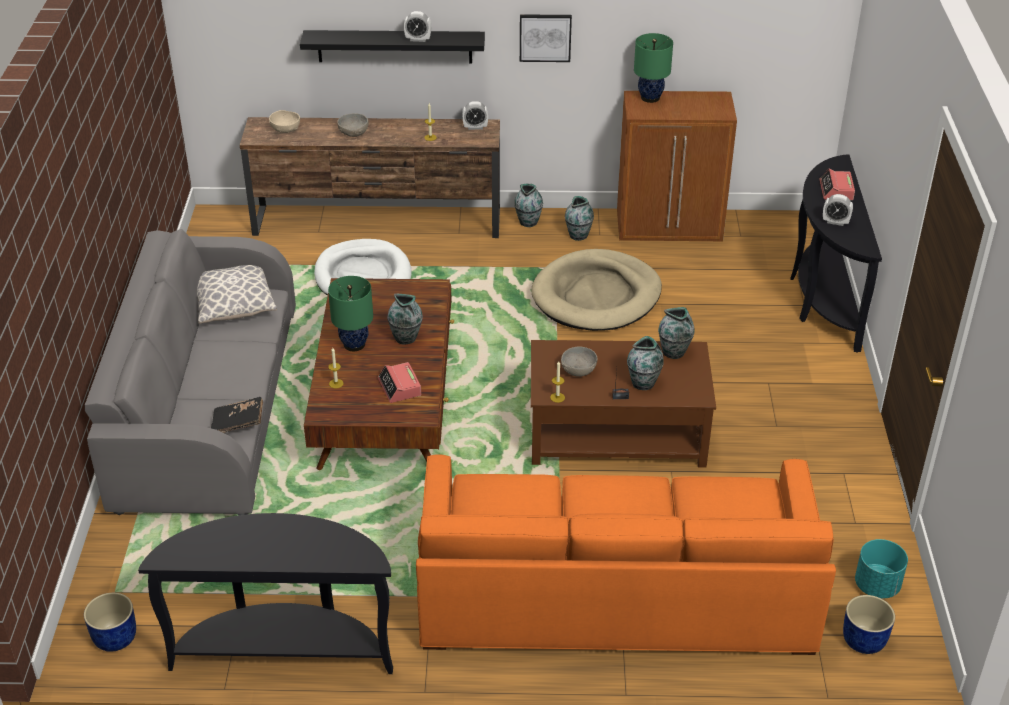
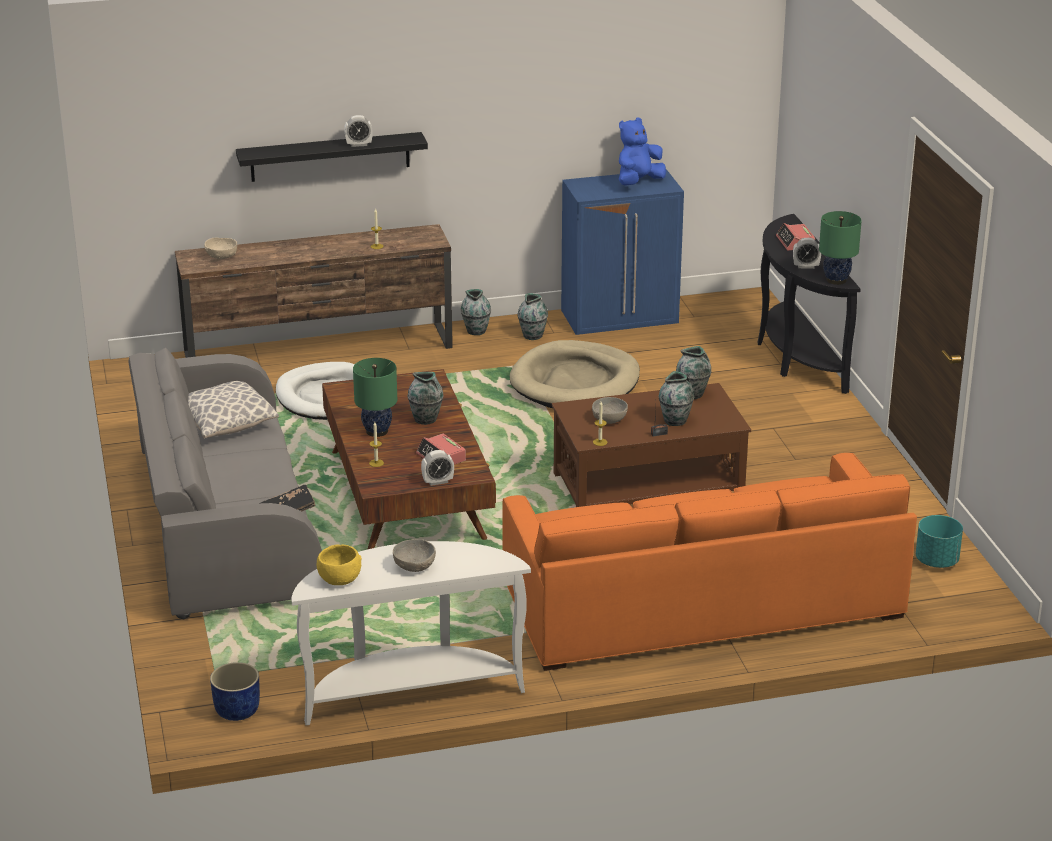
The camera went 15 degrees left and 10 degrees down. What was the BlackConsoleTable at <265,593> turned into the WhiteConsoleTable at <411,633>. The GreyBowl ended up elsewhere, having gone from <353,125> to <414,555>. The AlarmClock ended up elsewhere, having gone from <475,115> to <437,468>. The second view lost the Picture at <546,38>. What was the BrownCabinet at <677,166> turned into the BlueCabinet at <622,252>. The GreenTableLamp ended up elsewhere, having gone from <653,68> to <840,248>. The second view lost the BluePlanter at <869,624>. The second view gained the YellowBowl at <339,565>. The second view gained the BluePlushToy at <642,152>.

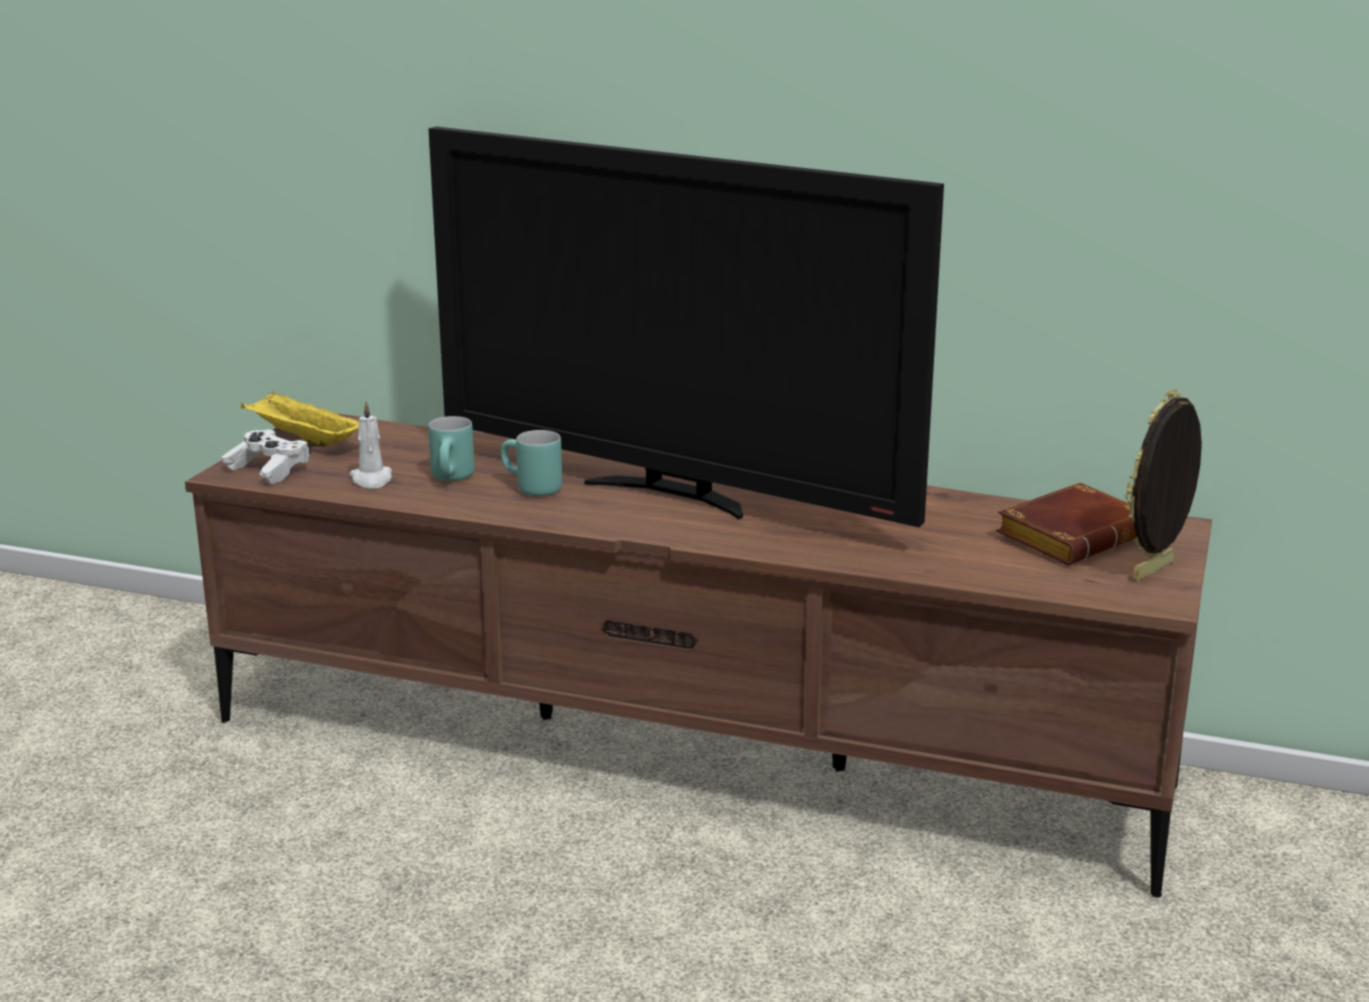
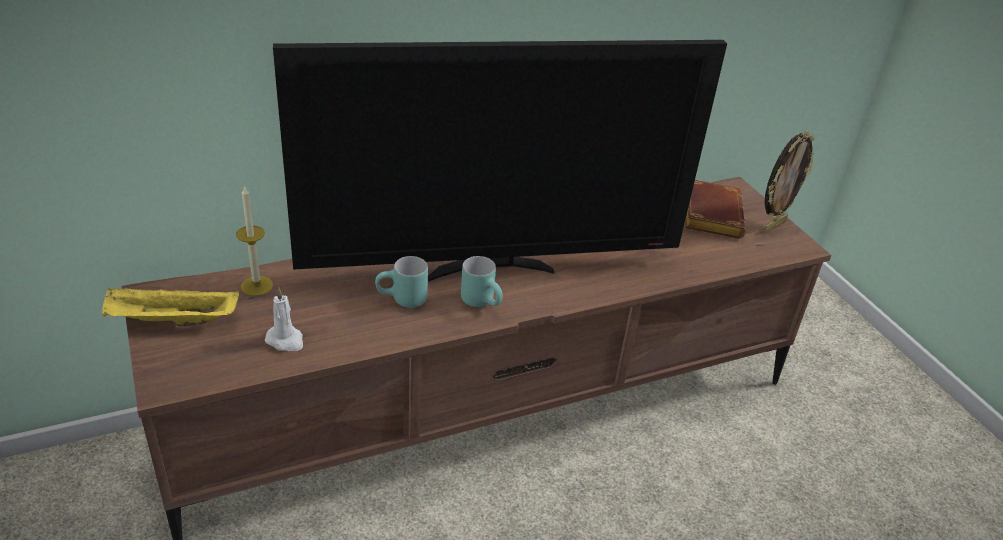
The camera went 45 degrees left and 15 degrees up. The second view lost the WhiteGameController at <266,456>. The TurquoiseMug ended up elsewhere, having gone from <451,448> to <482,281>. The PictureFrame at <1163,485> ended up facing another way, 135 degrees counterclockwise from before. The second view gained the Candle at <254,240>.

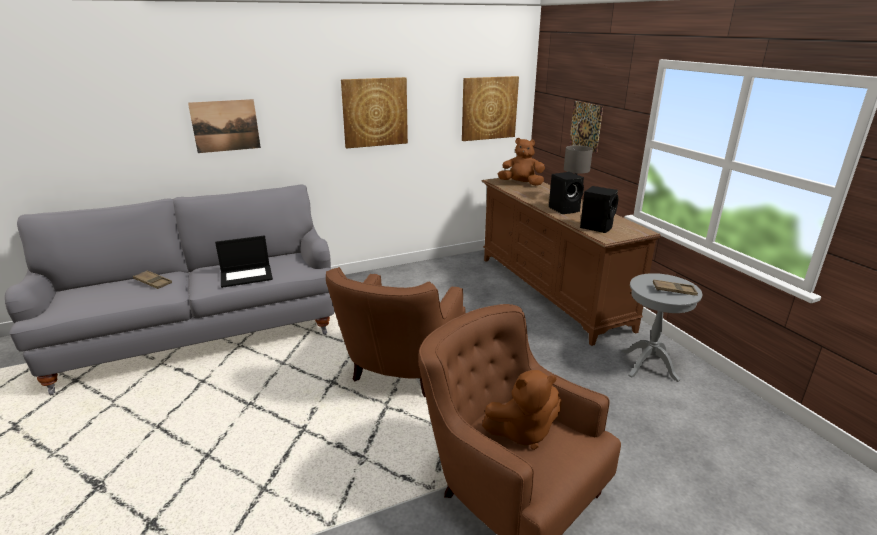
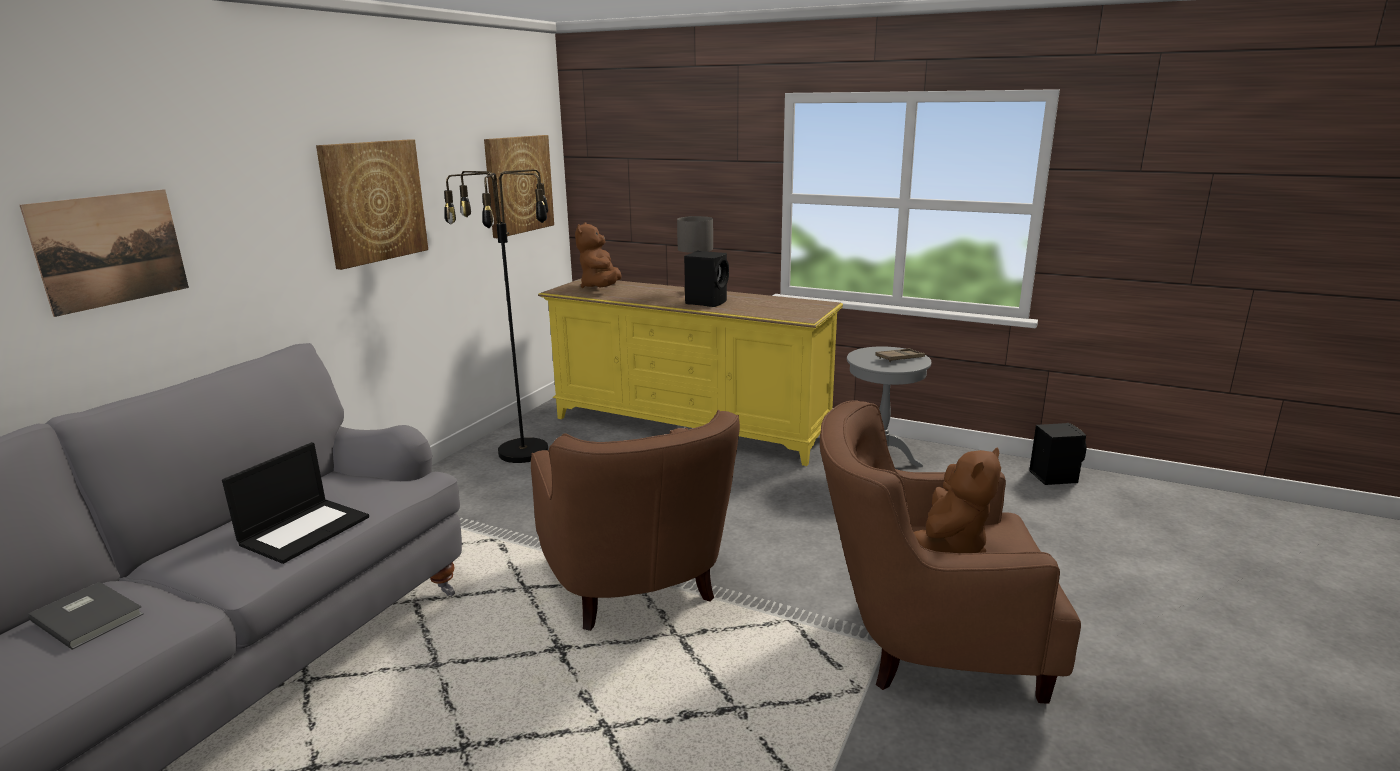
The camera went 40 degrees left and 5 degrees down. Where the BrownTray stood at <152,279>, the GreyBook came to stand at <86,616>. What was the BrownCabinet at <571,262> turned into the YellowCabinet at <690,372>. The BrownPlushToy at <521,162> ended up facing another way, 60 degrees counterclockwise from before. The second view lost the Picture at <586,127>. The BlackSpeaker ended up elsewhere, having gone from <599,209> to <1058,454>. The second view gained the FloorLamp at <496,316>.

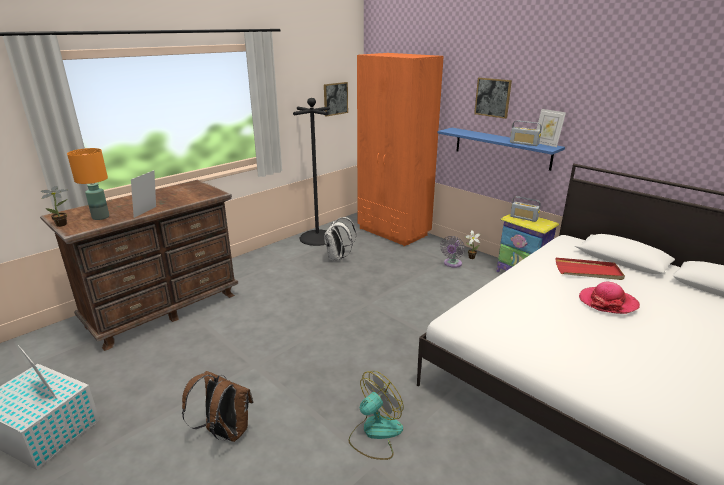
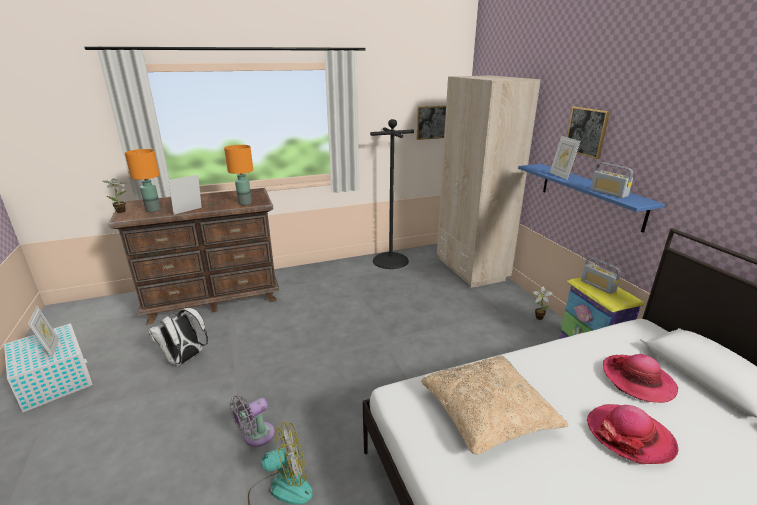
The camera went 25 degrees right and 0 degrees up. The second view lost the BrownBackpack at <217,406>. The WhiteBackpack ended up elsewhere, having gone from <340,239> to <178,337>. What was the OrangeWardrobe at <400,149> turned into the BeigeWardrobe at <489,182>. The GreyFan ended up elsewhere, having gone from <452,252> to <252,421>. The PictureFrame ended up elsewhere, having gone from <551,128> to <565,158>. Where the RedTray stood at <590,269>, the Hat came to stand at <640,378>. The second view gained the OrangeTableLamp at <238,175>. The second view gained the BeigePillow at <495,405>.

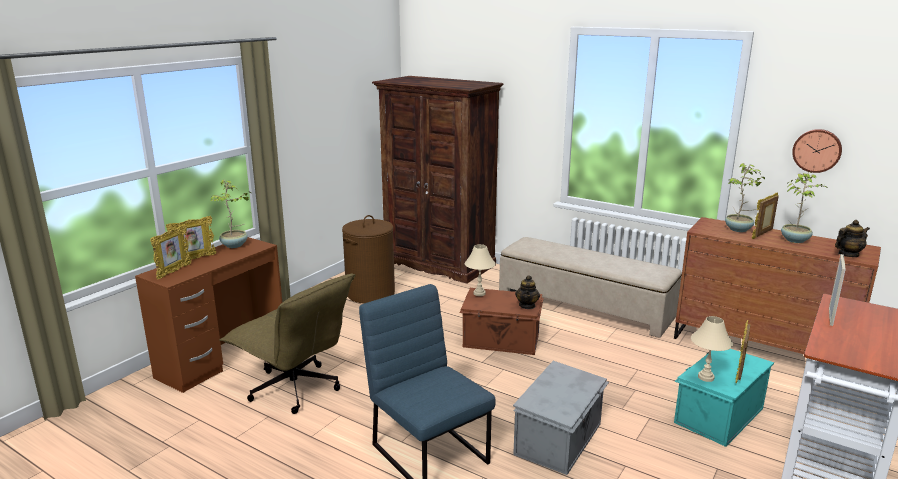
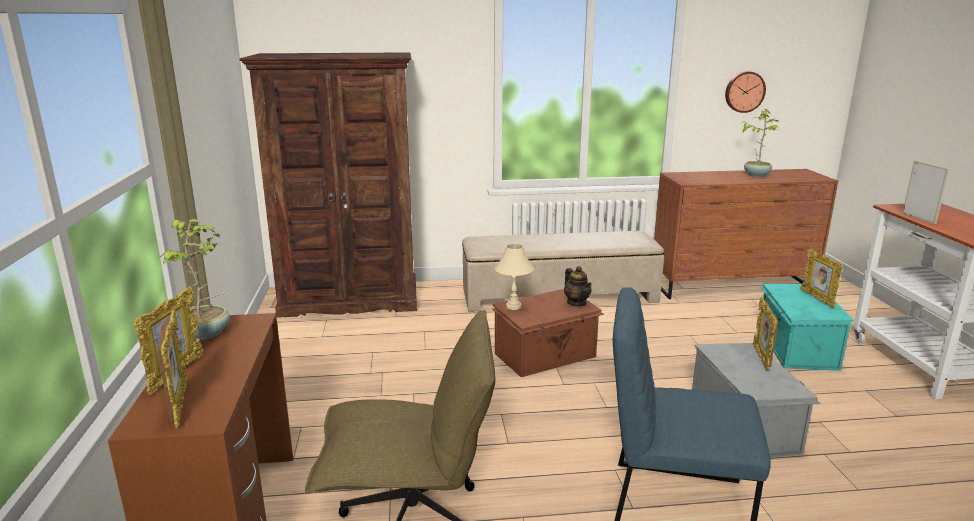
The camera went 40 degrees left and 0 degrees up. The second view lost the BrownLaundryBasket at <368,259>. The second view lost the BeigeTableLamp at <712,349>. The second view lost the PottedPlant at <745,197>. The PictureFrame ended up elsewhere, having gone from <765,216> to <766,334>. The second view lost the Teapot at <852,238>.

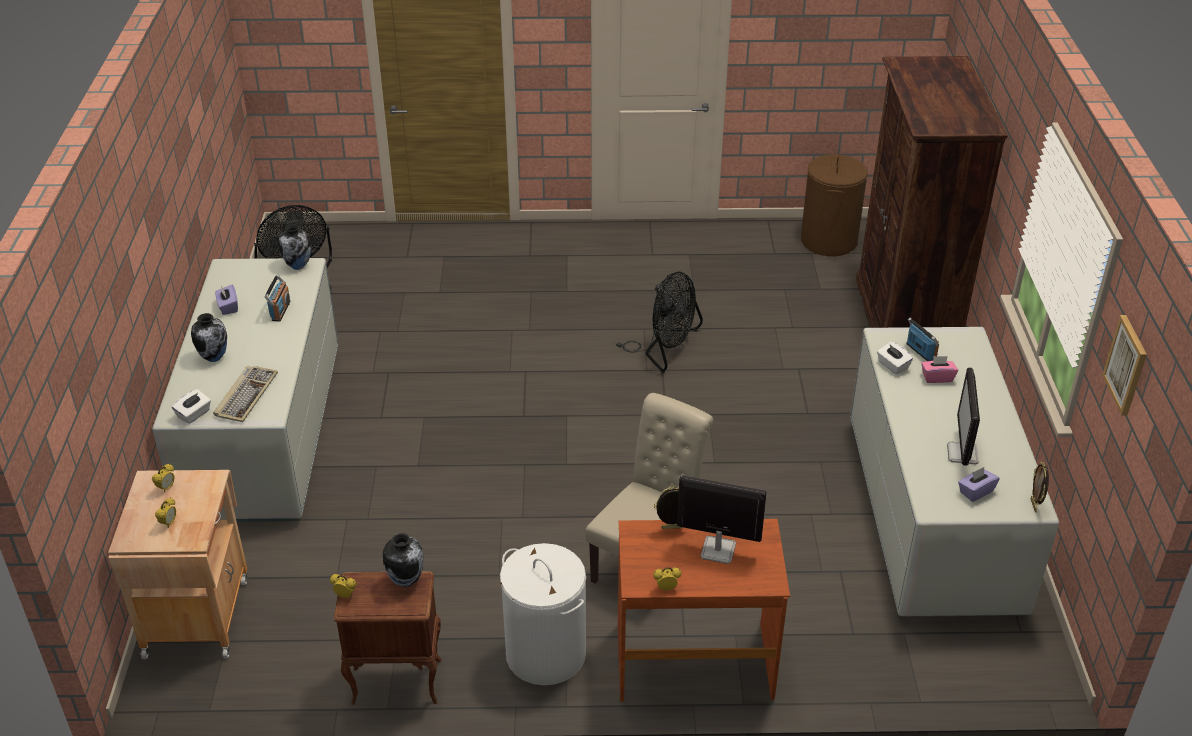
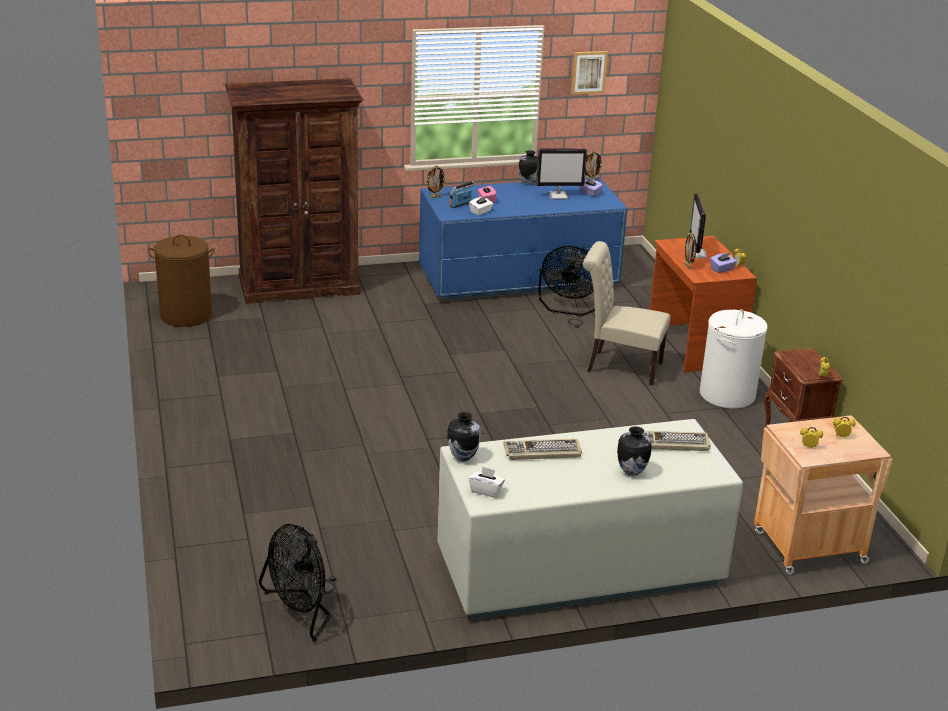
The camera went 105 degrees left and 10 degrees down. The WhiteTissueBox ended up elsewhere, having gone from <191,406> to <487,482>. The PurpleTissueBox ended up elsewhere, having gone from <226,300> to <723,263>. Where the Radio stood at <277,298>, the Keyboard came to stand at <542,449>. The Vase ended up elsewhere, having gone from <403,560> to <528,167>. The BlackFan ended up elsewhere, having gone from <659,323> to <566,287>. What was the WhiteDresser at <954,472> turned into the BlueDresser at <523,239>. The second view gained the PictureFrame at <436,182>.

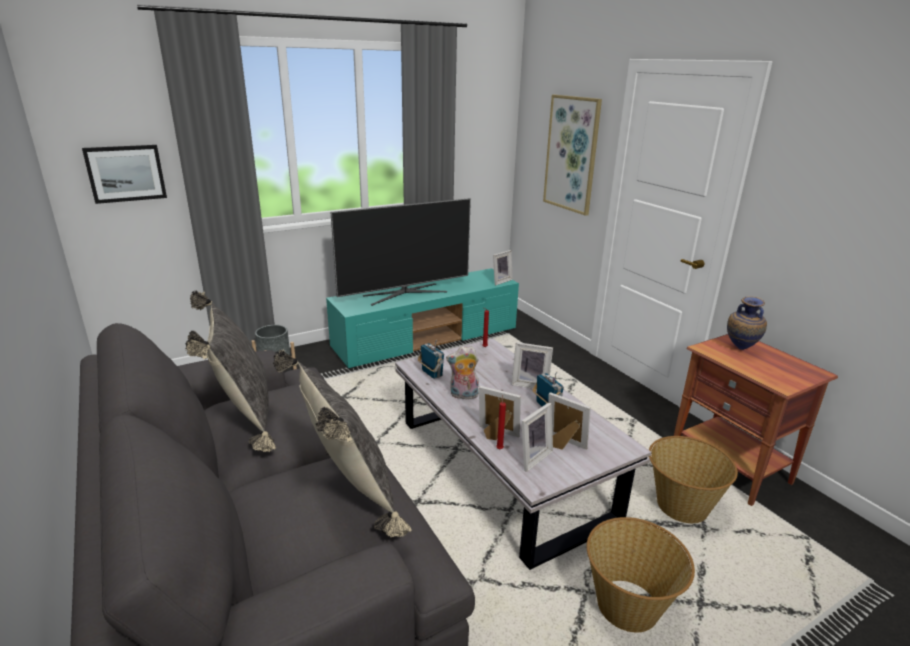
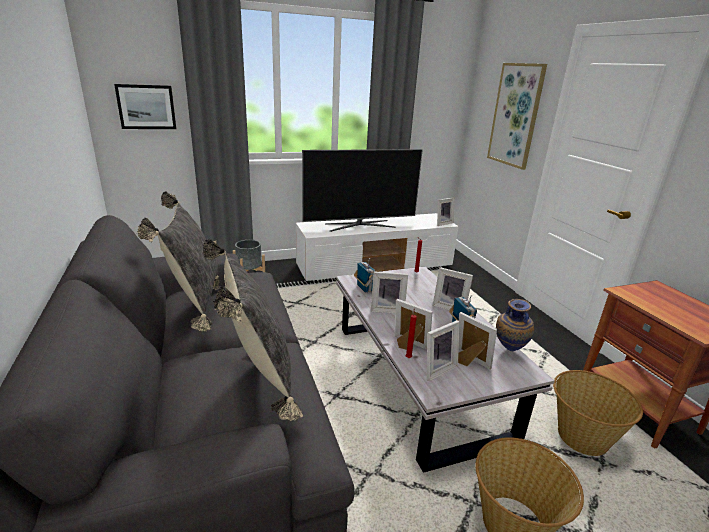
The camera went 10 degrees right and 0 degrees up. What was the TurquoiseTvStand at <422,318> turned into the WhiteTvStand at <377,247>. Where the PlushToy stood at <462,372>, the PictureFrame came to stand at <389,292>. The Vase ended up elsewhere, having gone from <747,323> to <515,325>.

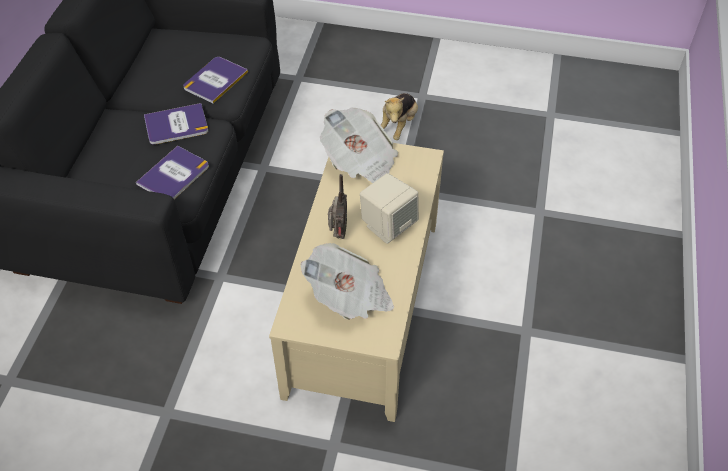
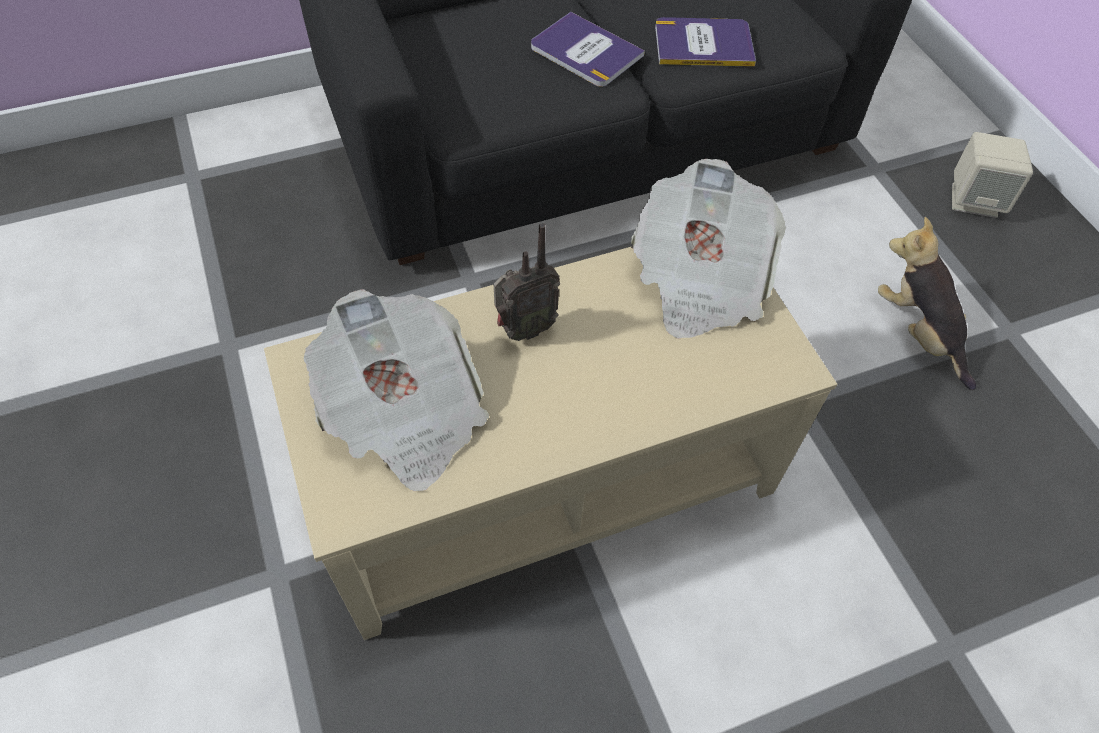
The camera went 55 degrees right and 5 degrees up. The second view lost the Book at <172,172>. The BeigeSpeaker ended up elsewhere, having gone from <389,208> to <992,175>. The PlushToy at <399,116> ended up facing another way, 75 degrees clockwise from before.

